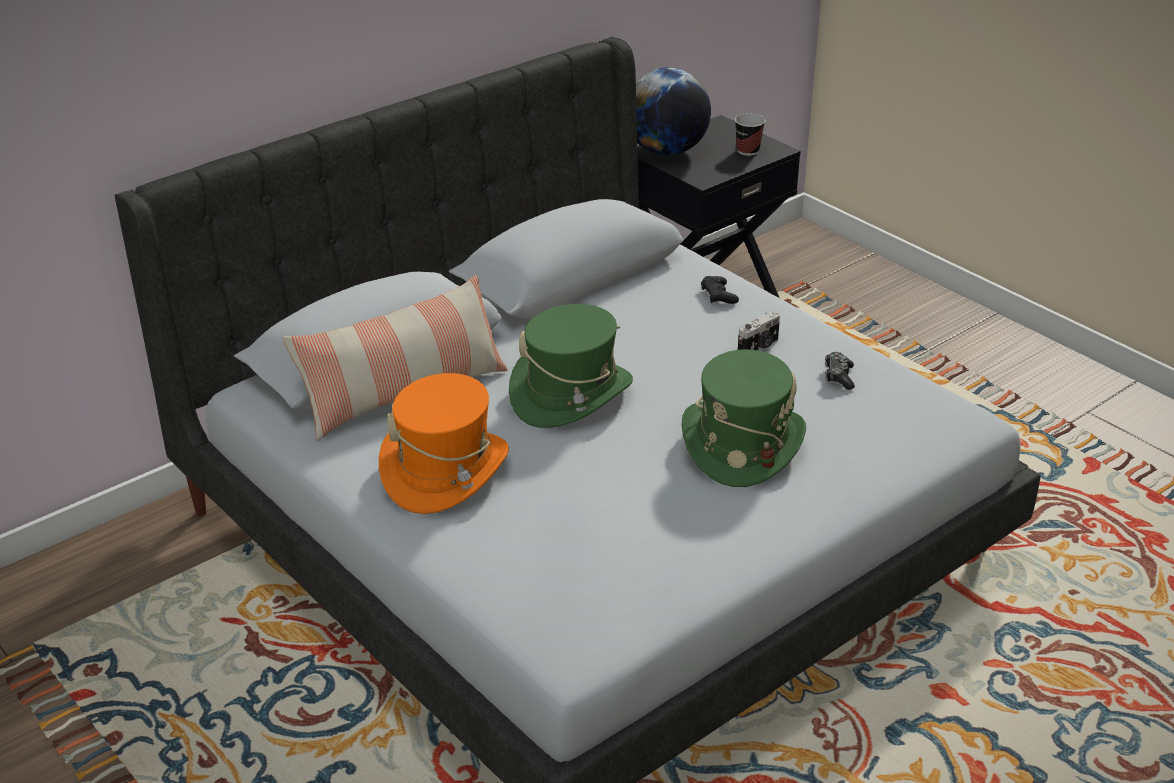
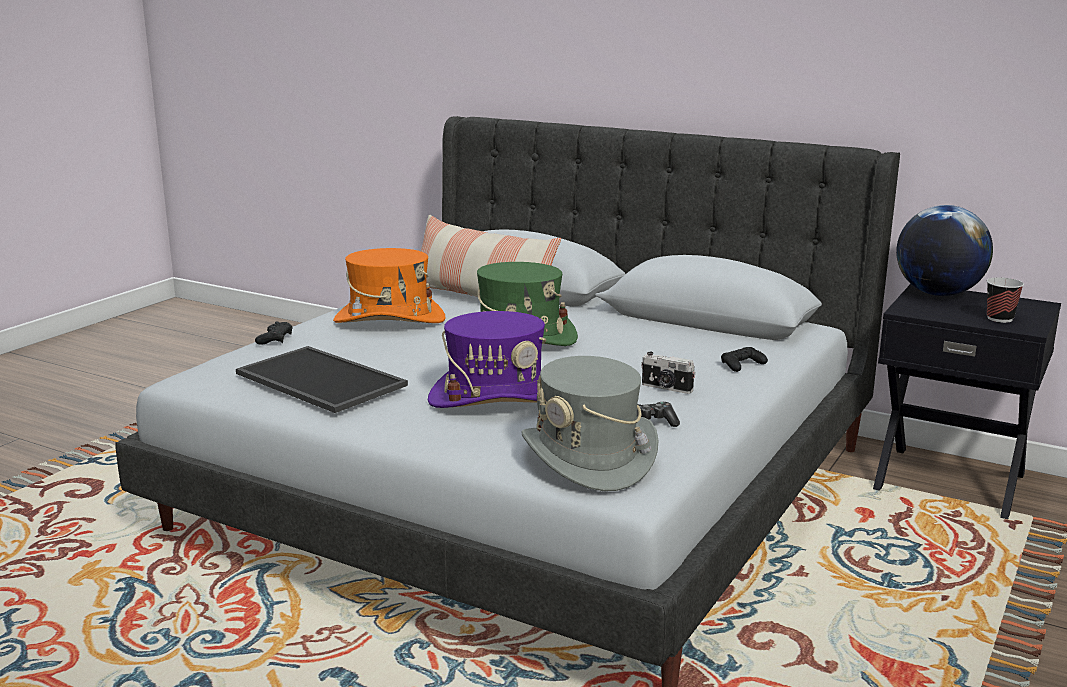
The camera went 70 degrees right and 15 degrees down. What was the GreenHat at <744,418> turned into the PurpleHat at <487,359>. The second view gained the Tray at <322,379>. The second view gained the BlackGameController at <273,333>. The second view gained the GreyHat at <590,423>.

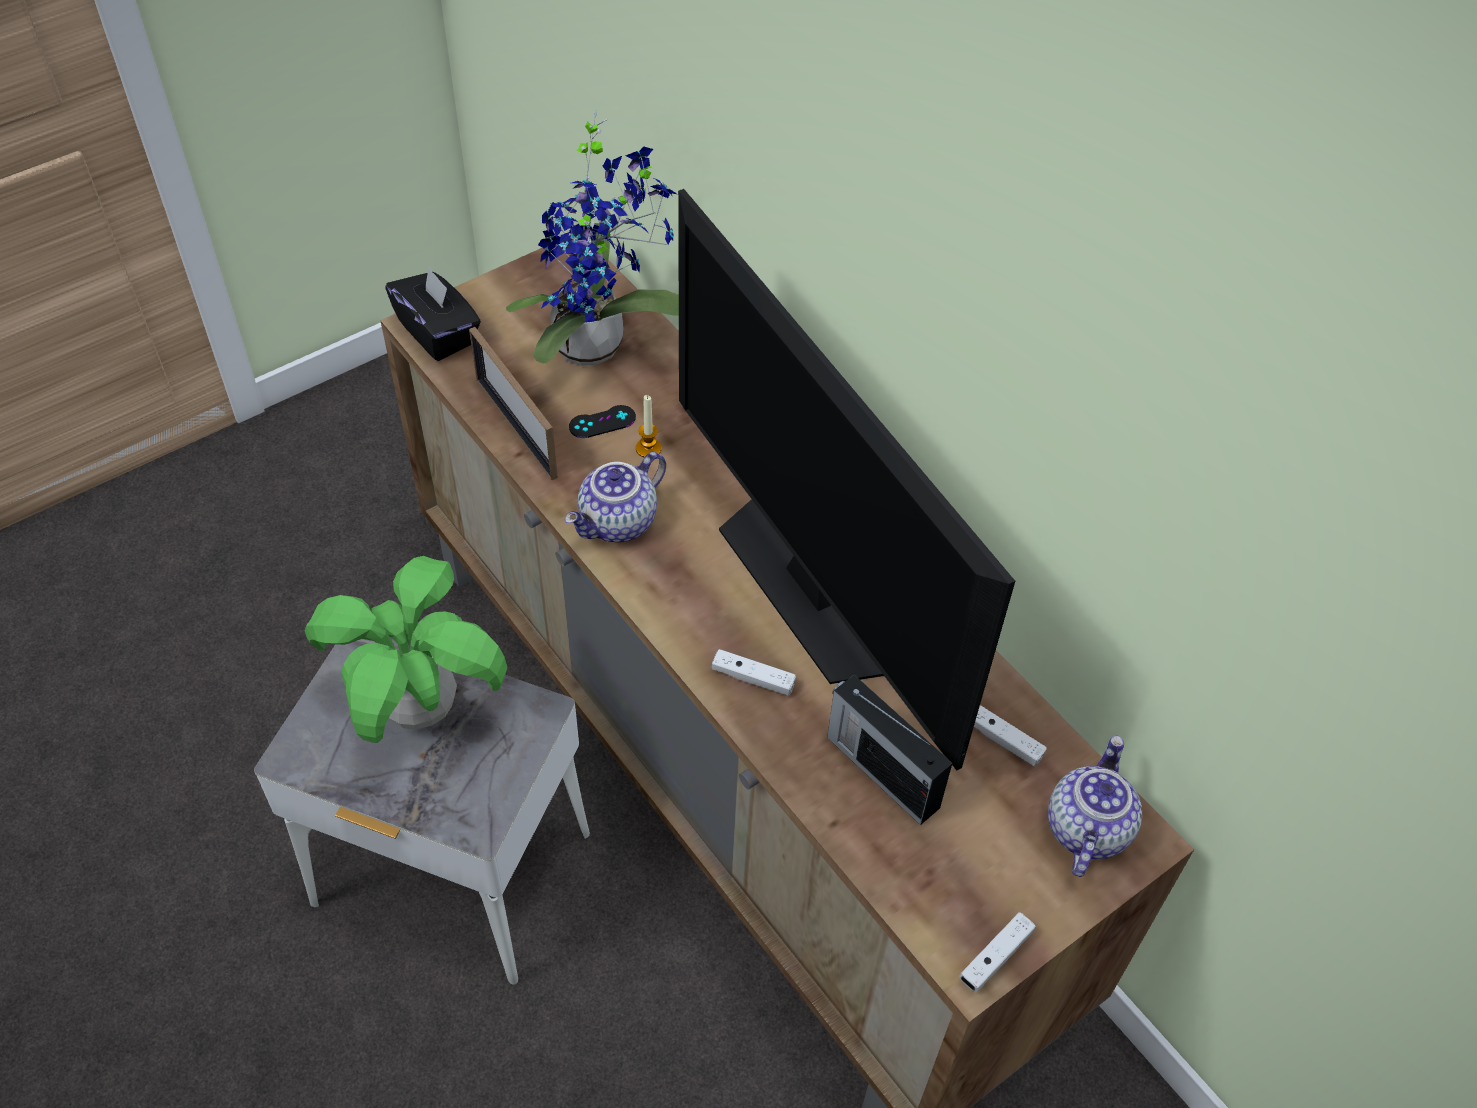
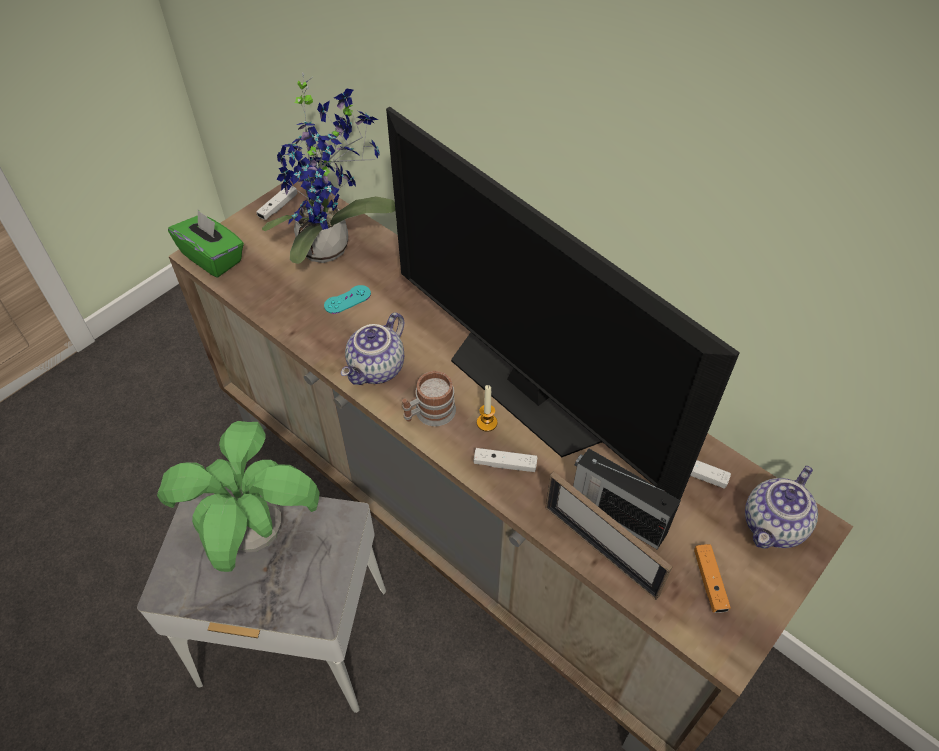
The camera went 10 degrees left and 0 degrees up. What was the BlackTissueBox at <433,314> turned into the GreenTissueBox at <206,243>. The PictureFrame ended up elsewhere, having gone from <513,403> to <608,536>. What was the BlackGameController at <602,421> turned into the TurquoiseGameController at <347,299>. The Candle ended up elsewhere, having gone from <649,426> to <487,408>. The WhiteGameController ended up elsewhere, having gone from <997,952> to <276,203>. The Teapot at <1095,806> ended up facing another way, 150 degrees counterclockwise from before. The second view gained the Mug at <429,398>. The second view gained the OrangeGameController at <712,578>.

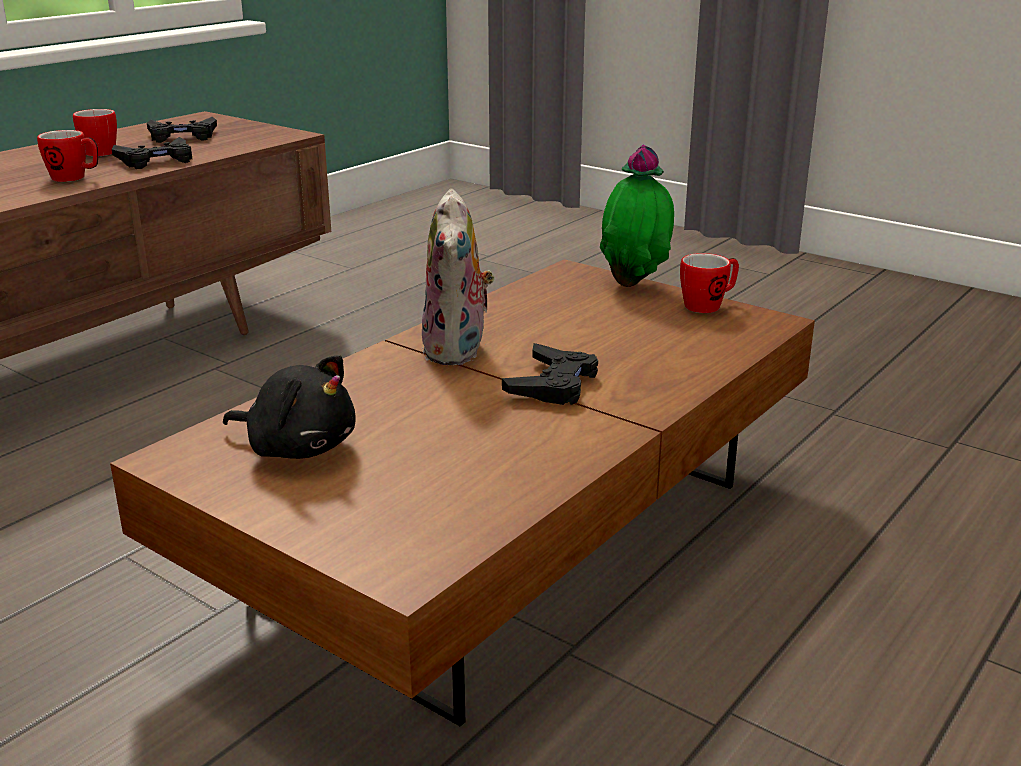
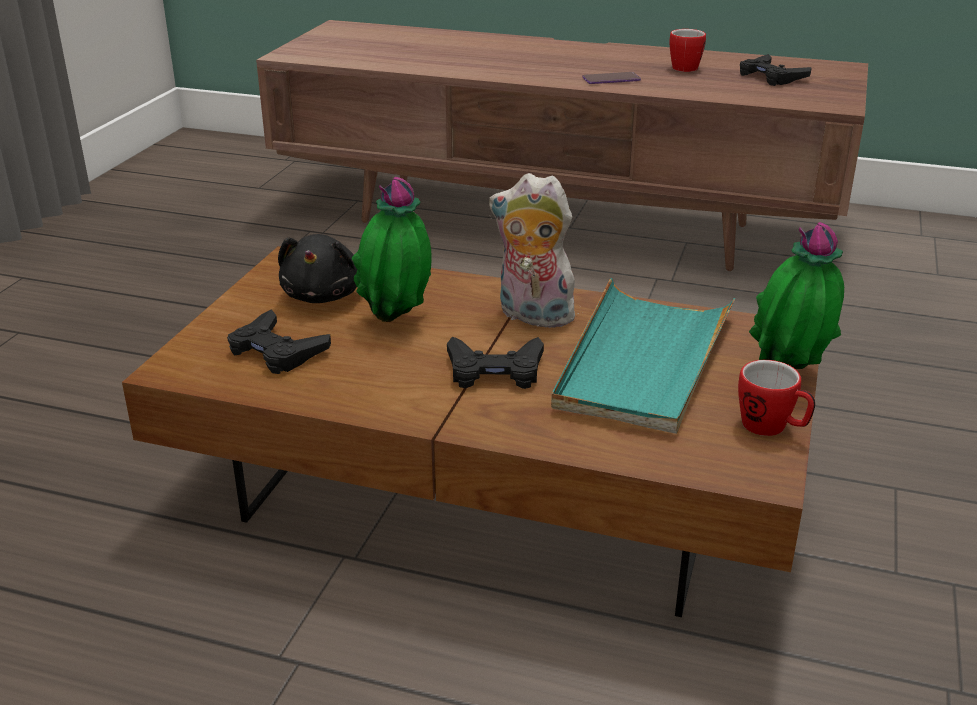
The camera went 70 degrees right and 5 degrees up. Where the Mug stood at <67,156>, the Phone came to stand at <611,78>. The BlackGameController ended up elsewhere, having gone from <152,153> to <279,341>. The PlushToy at <458,277> ended up facing another way, 45 degrees clockwise from before. The second view gained the PottedPlant at <391,249>. The second view gained the TurquoiseTray at <643,356>.

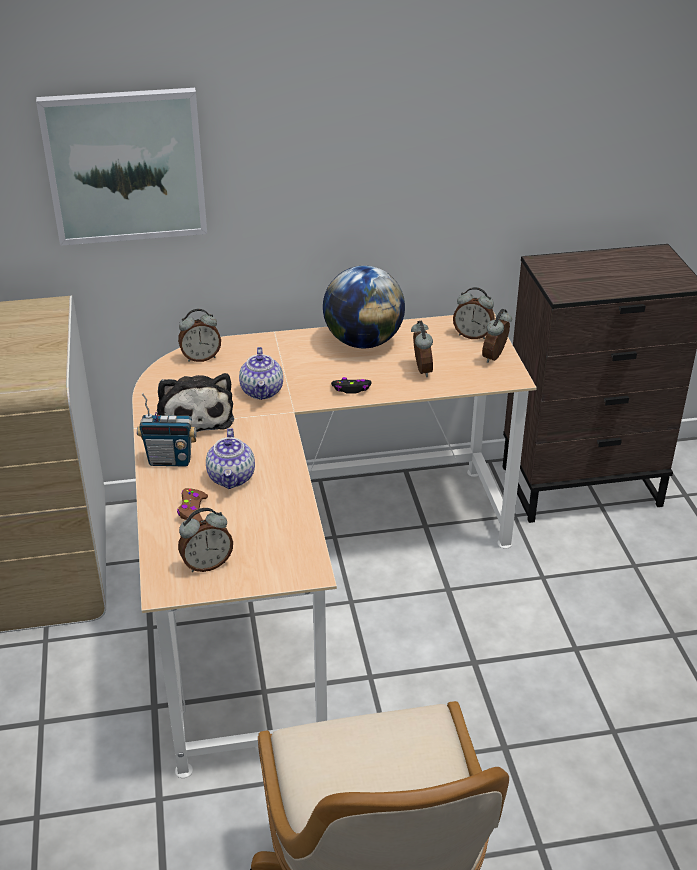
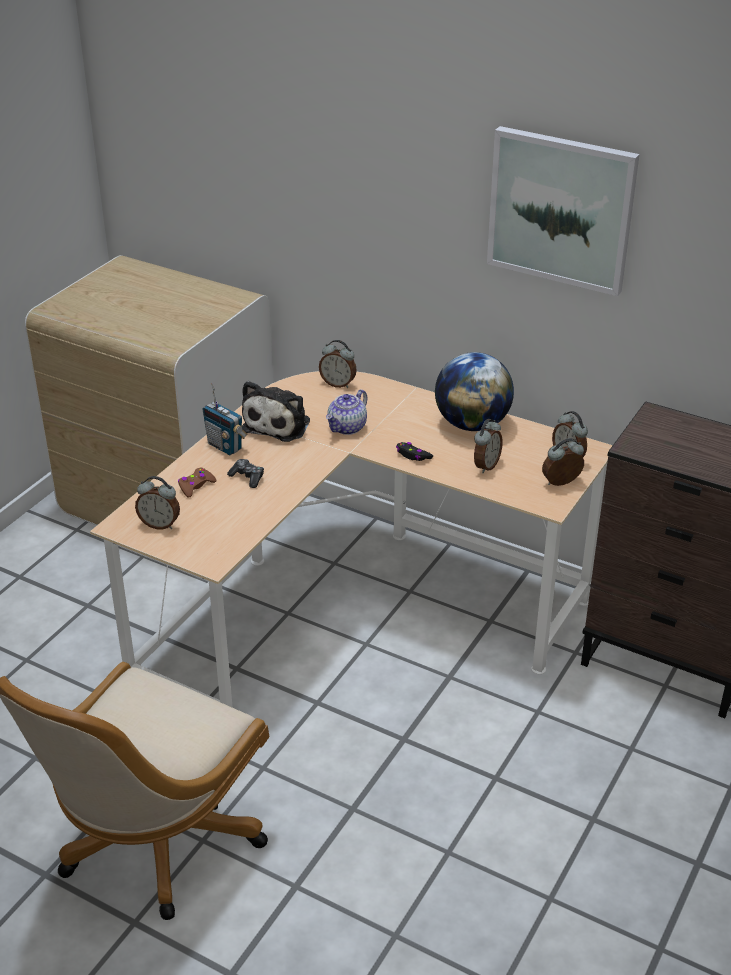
The camera went 40 degrees right and 0 degrees up. The Picture ended up elsewhere, having gone from <121,167> to <563,211>. Where the Teapot stood at <230,458>, the GameController came to stand at <245,473>.

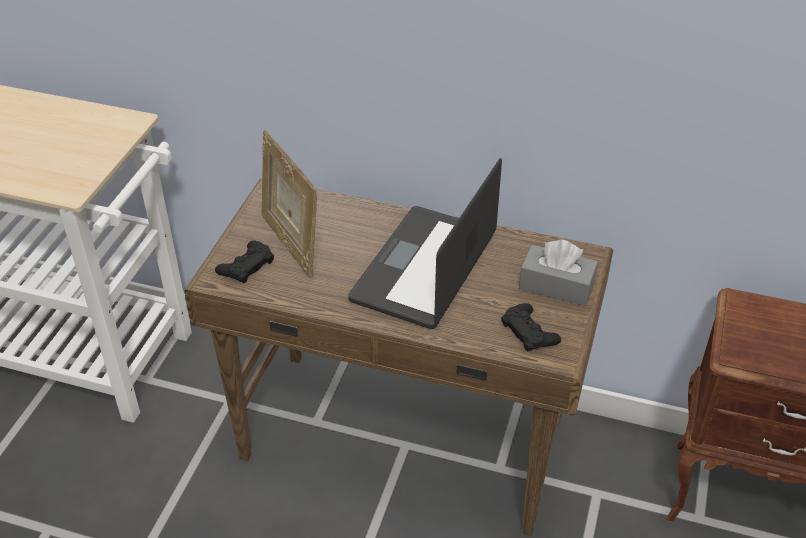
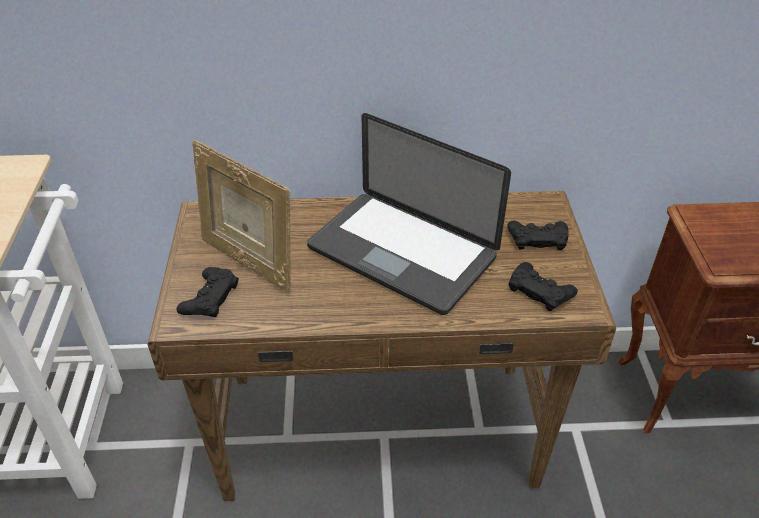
The camera went 20 degrees left and 0 degrees up. The Laptop at <425,243> ended up facing another way, 60 degrees counterclockwise from before. Where the GreyTissueBox stood at <558,273>, the BlackGameController came to stand at <537,235>.

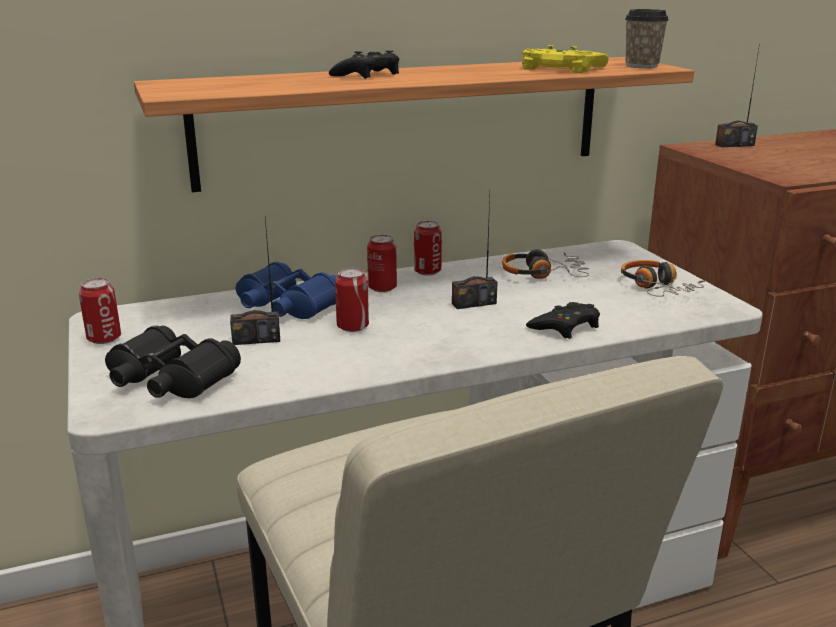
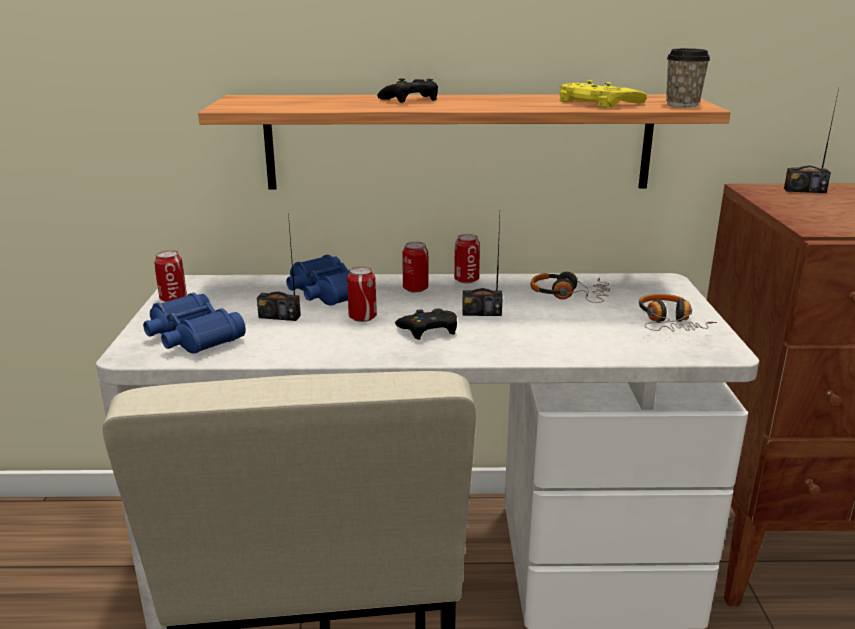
The camera went 20 degrees right and 0 degrees up. What was the BlackBinoculars at <173,361> turned into the BlueBinoculars at <194,323>. The BlackGameController ended up elsewhere, having gone from <563,320> to <426,324>.

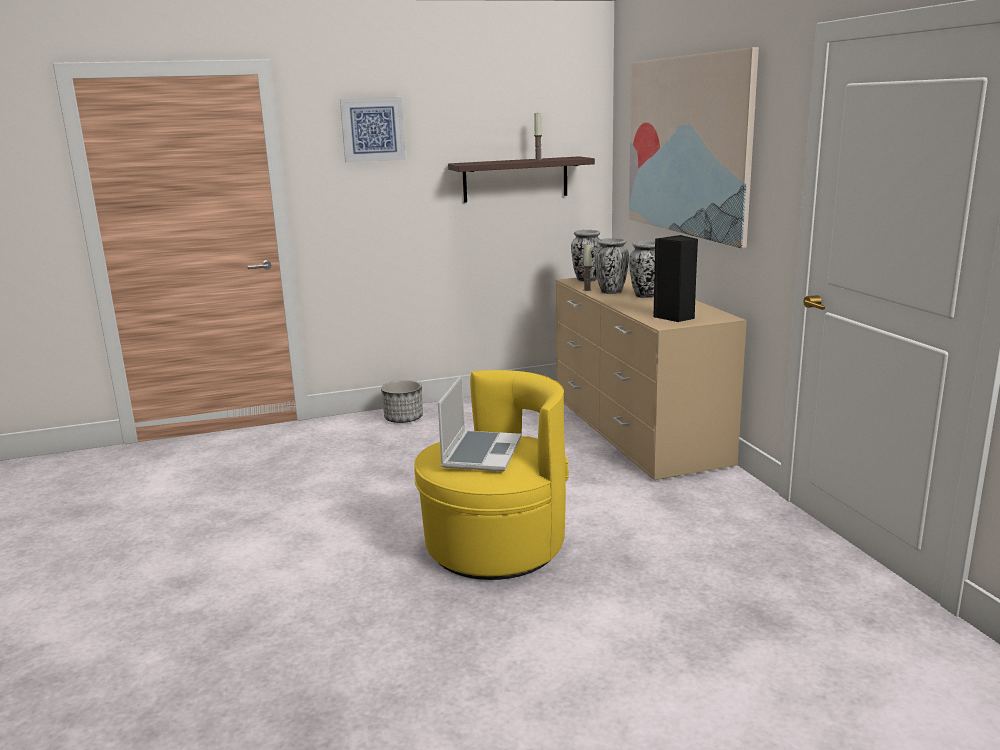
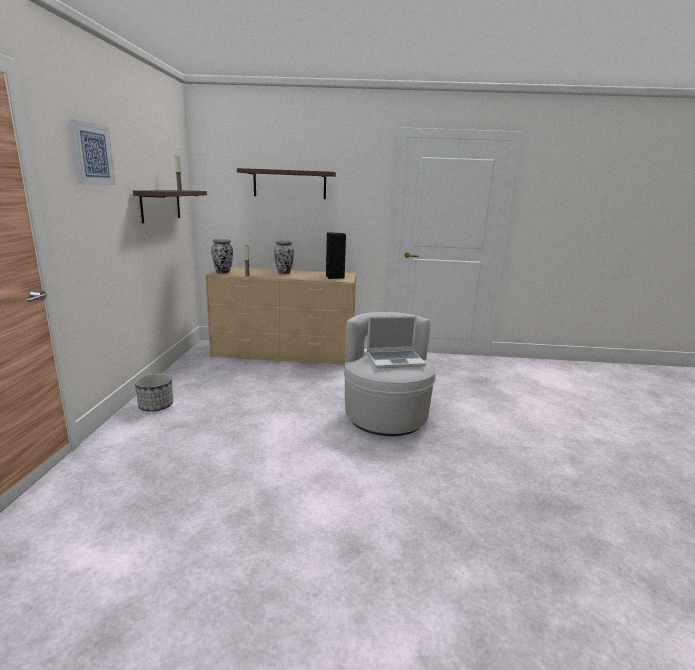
The camera went 70 degrees left and 0 degrees up. What was the YellowArmchair at <491,475> turned into the WhiteArmchair at <390,374>. The Laptop at <480,423> ended up facing another way, 135 degrees clockwise from before. The second view lost the Vase at <612,266>. Where the Picture hung at <694,147>, the Shelf came to hang at <286,183>.

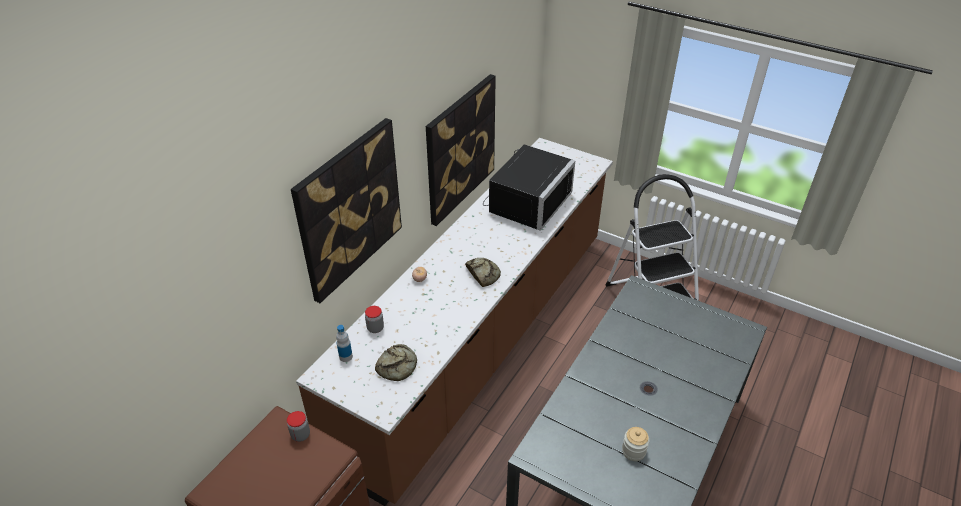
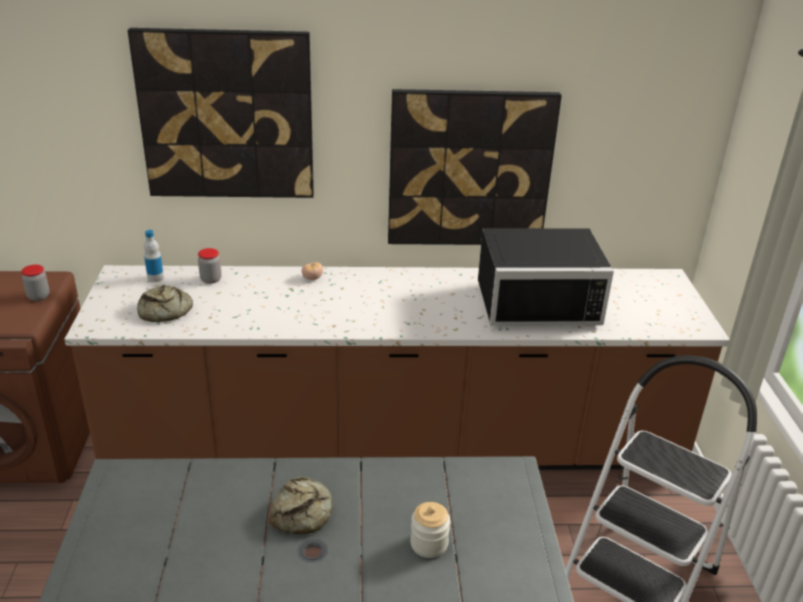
The camera went 55 degrees right and 10 degrees down. The Bread ended up elsewhere, having gone from <483,272> to <301,505>. The Jar ended up elsewhere, having gone from <635,444> to <430,530>.

